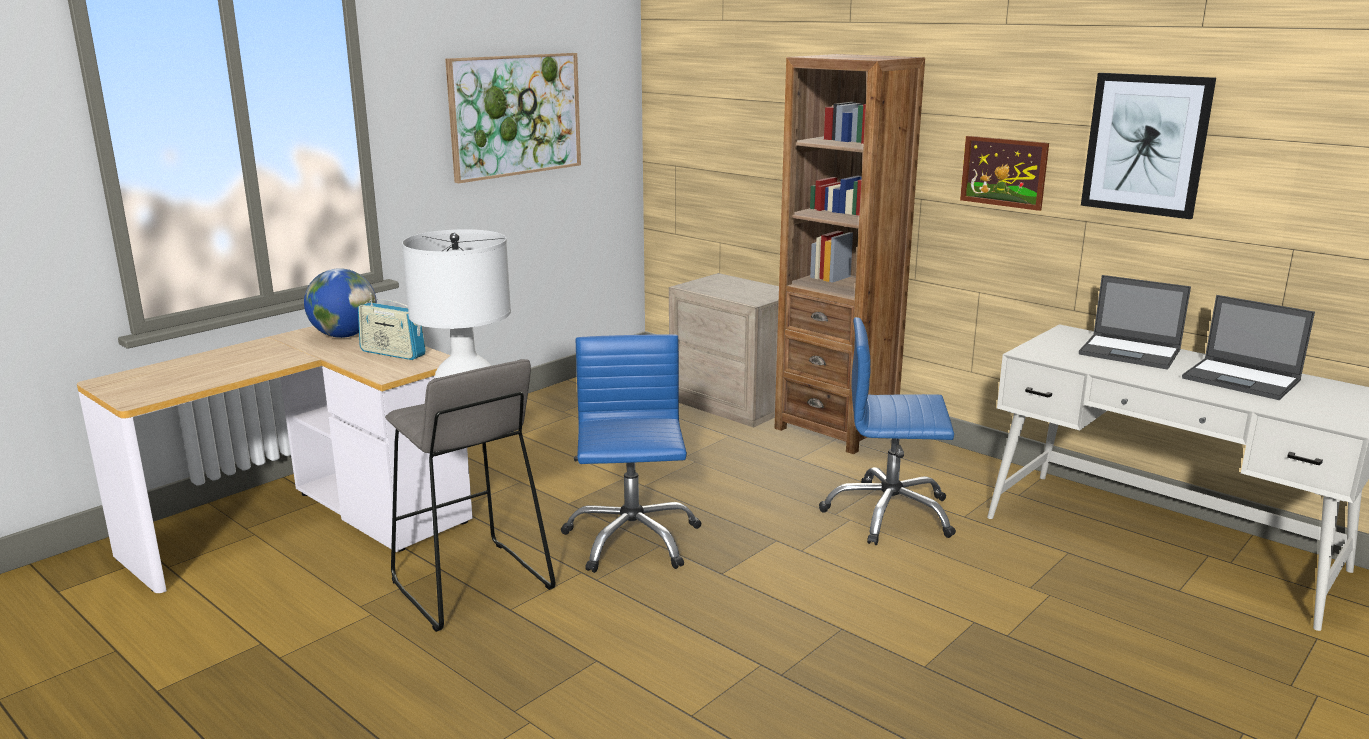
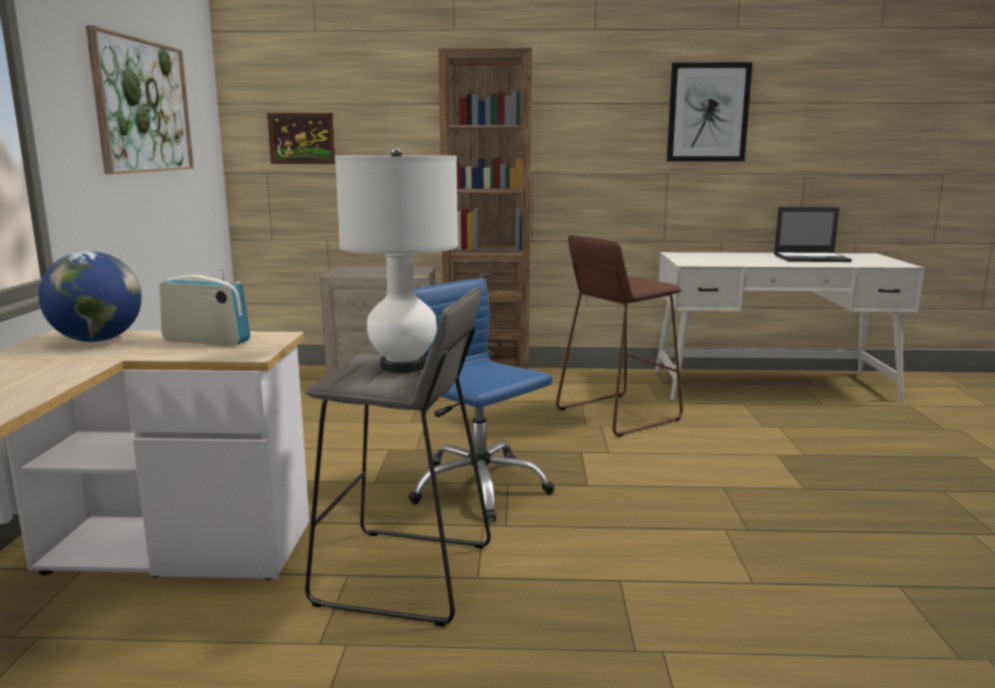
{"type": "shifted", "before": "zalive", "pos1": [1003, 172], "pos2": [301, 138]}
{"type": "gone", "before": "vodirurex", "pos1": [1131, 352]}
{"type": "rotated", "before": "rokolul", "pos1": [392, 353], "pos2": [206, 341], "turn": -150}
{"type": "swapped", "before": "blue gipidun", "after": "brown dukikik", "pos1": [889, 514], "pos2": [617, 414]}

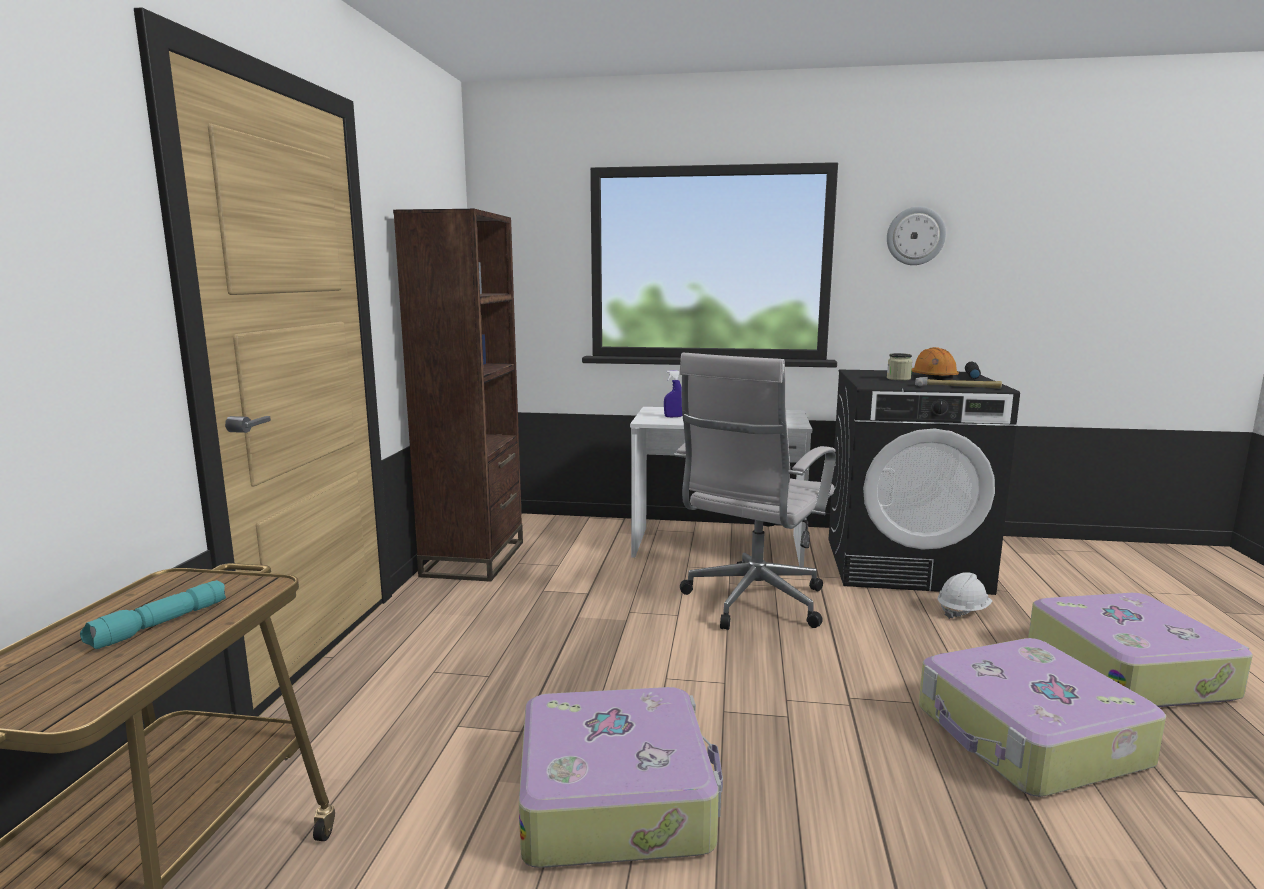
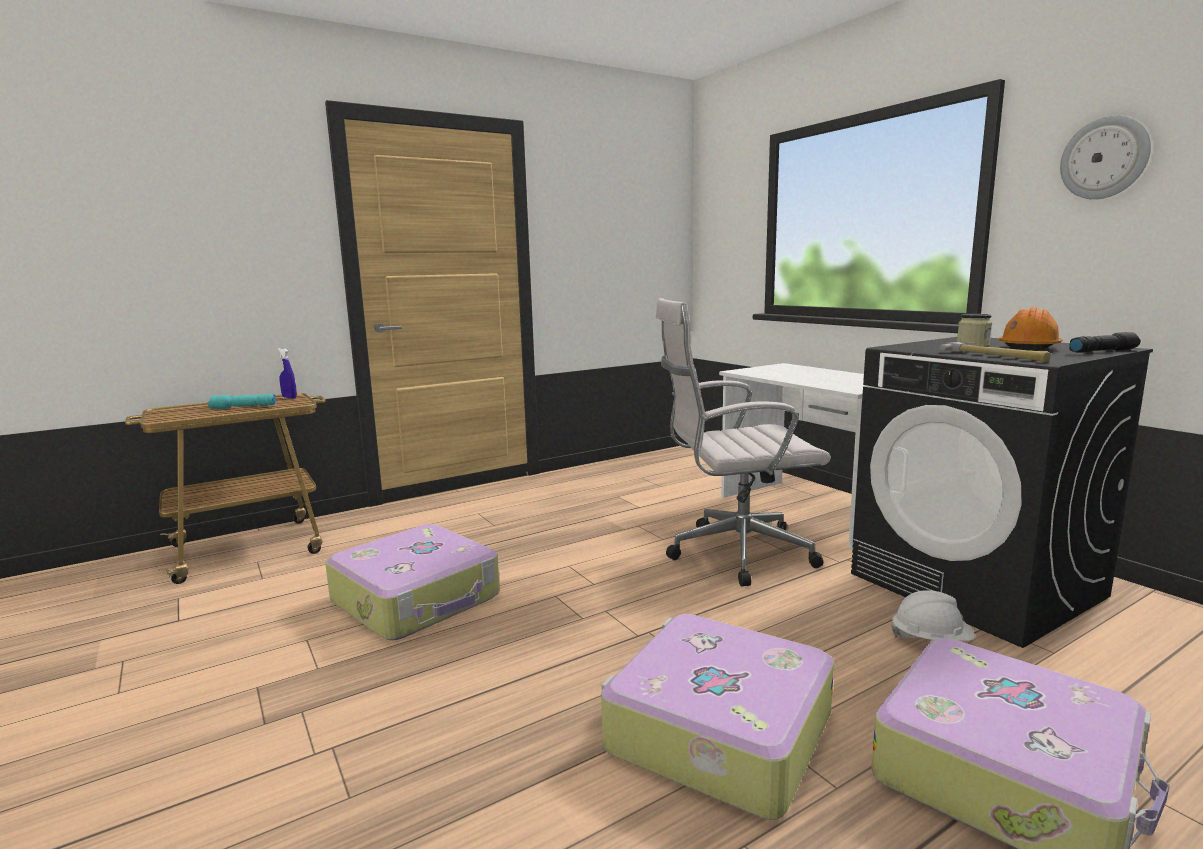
{"type": "gone", "before": "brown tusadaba", "pos1": [474, 559]}
{"type": "shifted", "before": "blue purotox", "pos1": [673, 417], "pos2": [289, 397]}

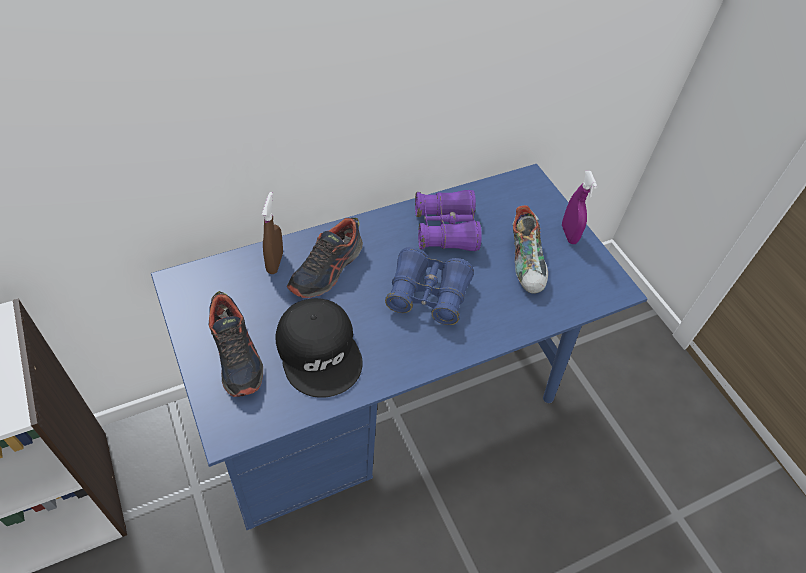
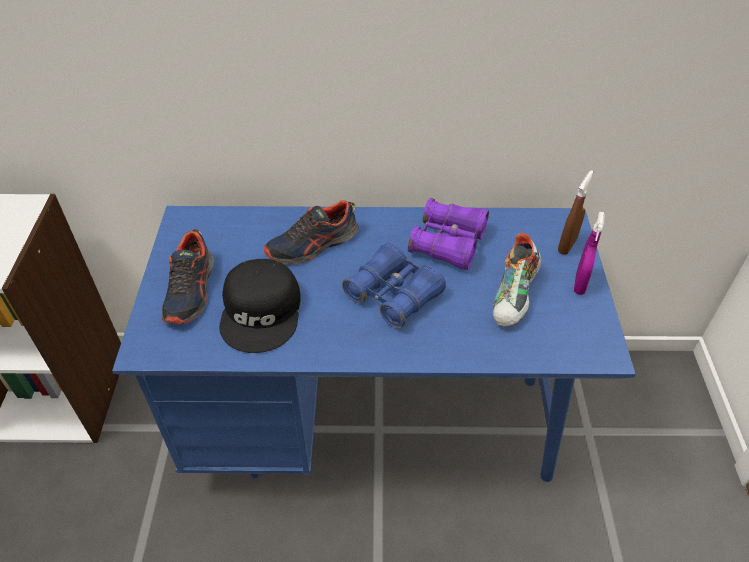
{"type": "shifted", "before": "brown purotox", "pos1": [275, 263], "pos2": [567, 245]}

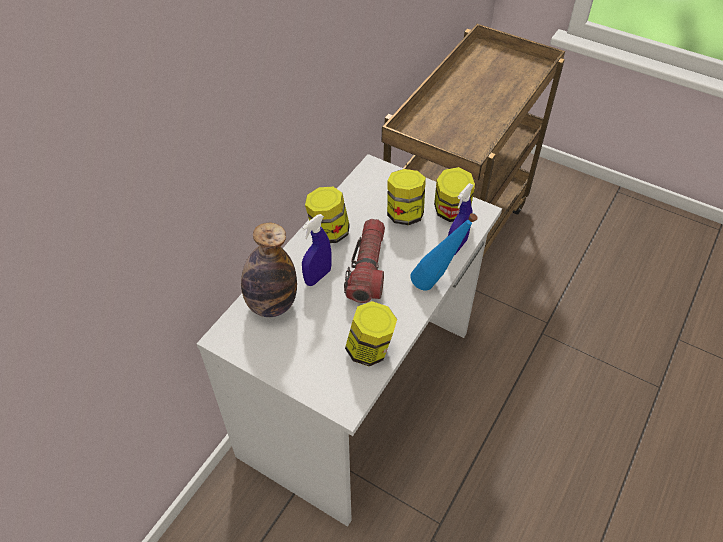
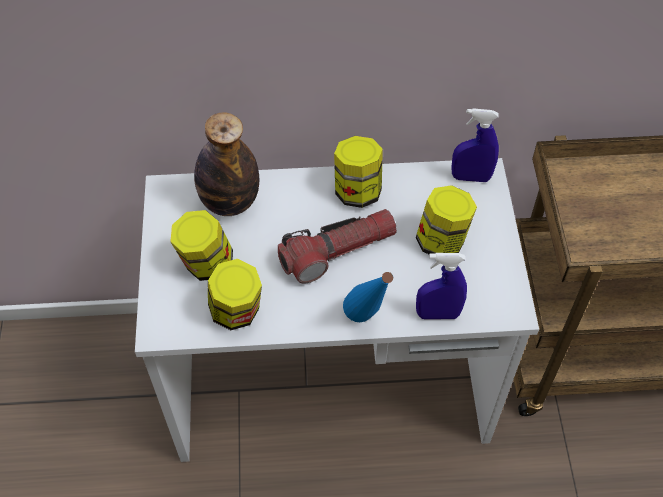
{"type": "shifted", "before": "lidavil", "pos1": [451, 212], "pos2": [206, 264]}
{"type": "shifted", "before": "blue purotox", "pos1": [318, 277], "pos2": [471, 177]}

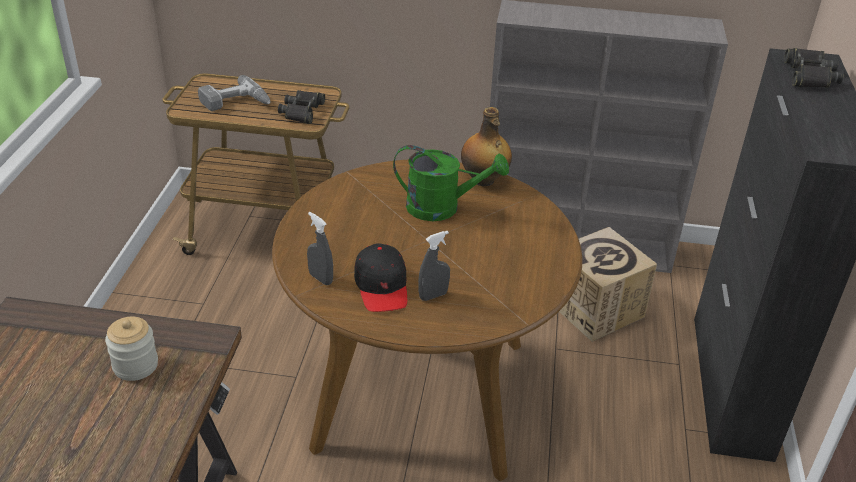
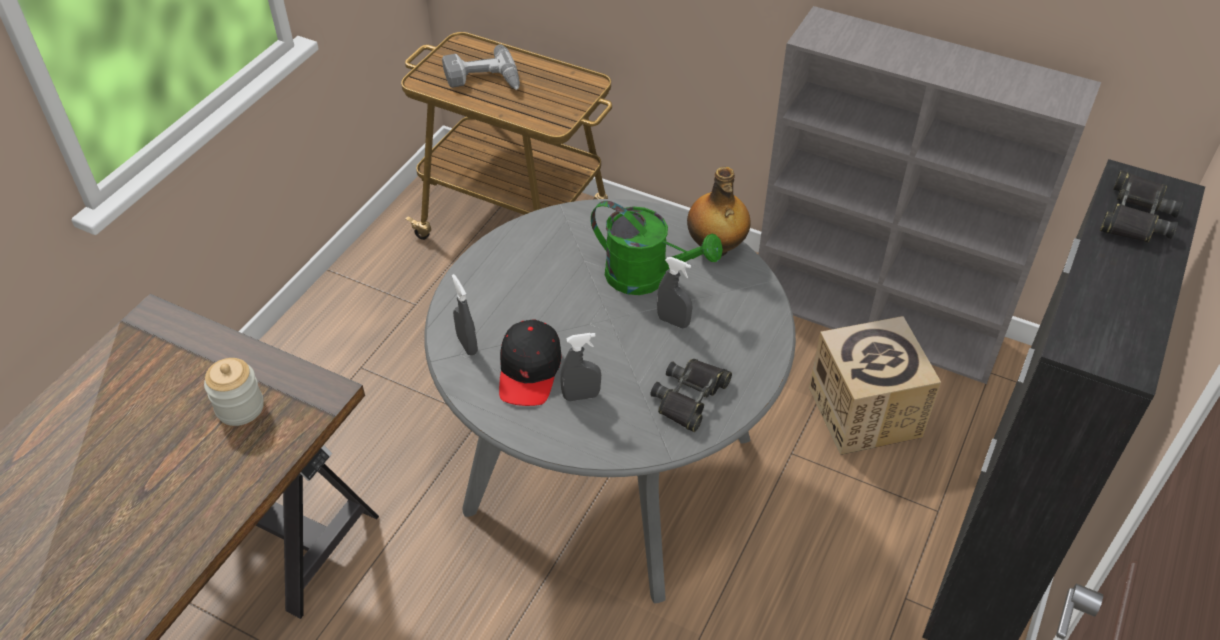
{"type": "shifted", "before": "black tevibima", "pos1": [302, 111], "pos2": [690, 397]}
{"type": "repainted", "before": "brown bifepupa", "after": "grey bifepupa", "pos1": [421, 394], "pos2": [609, 473]}
{"type": "new", "after": "grey purotox", "pos2": [673, 321]}

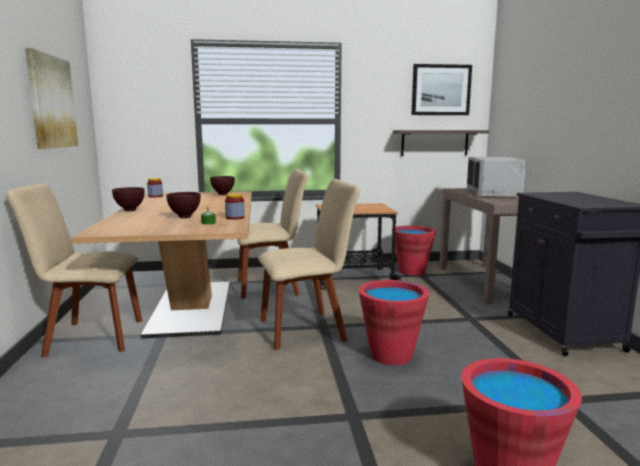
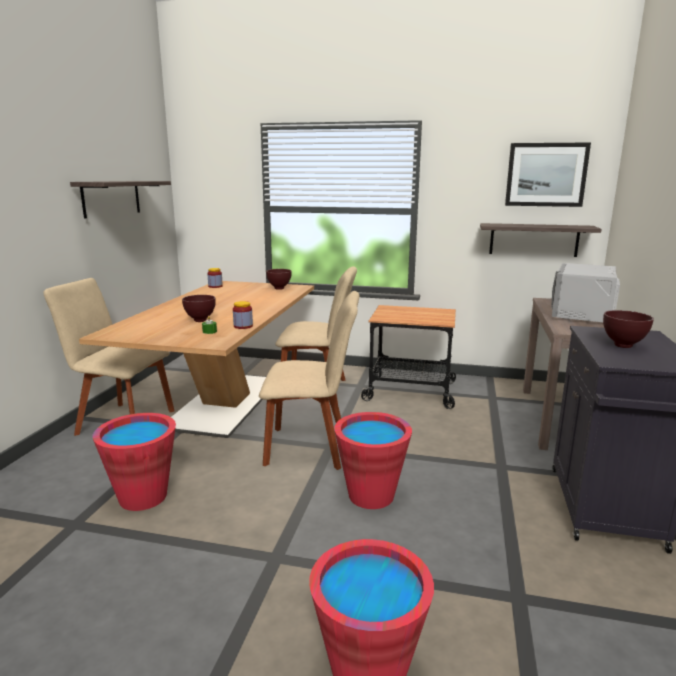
{"type": "swapped", "before": "zalive", "after": "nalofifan", "pos1": [51, 102], "pos2": [111, 198]}
{"type": "shifted", "before": "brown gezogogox", "pos1": [130, 210], "pos2": [622, 345]}
{"type": "shifted", "before": "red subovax", "pos1": [412, 271], "pos2": [143, 497]}

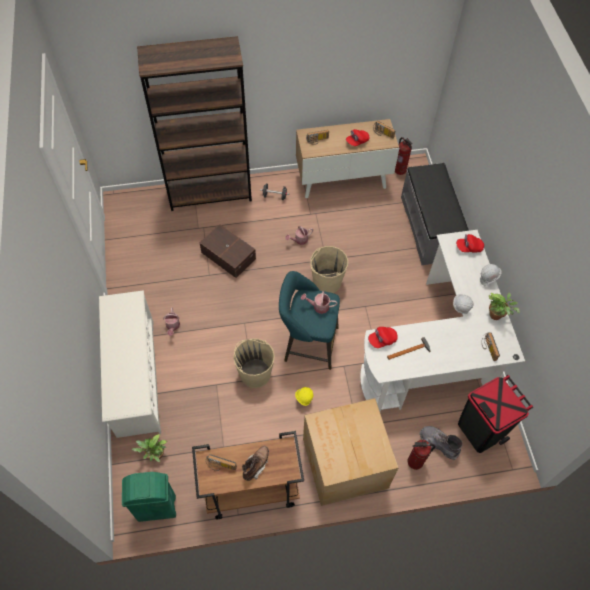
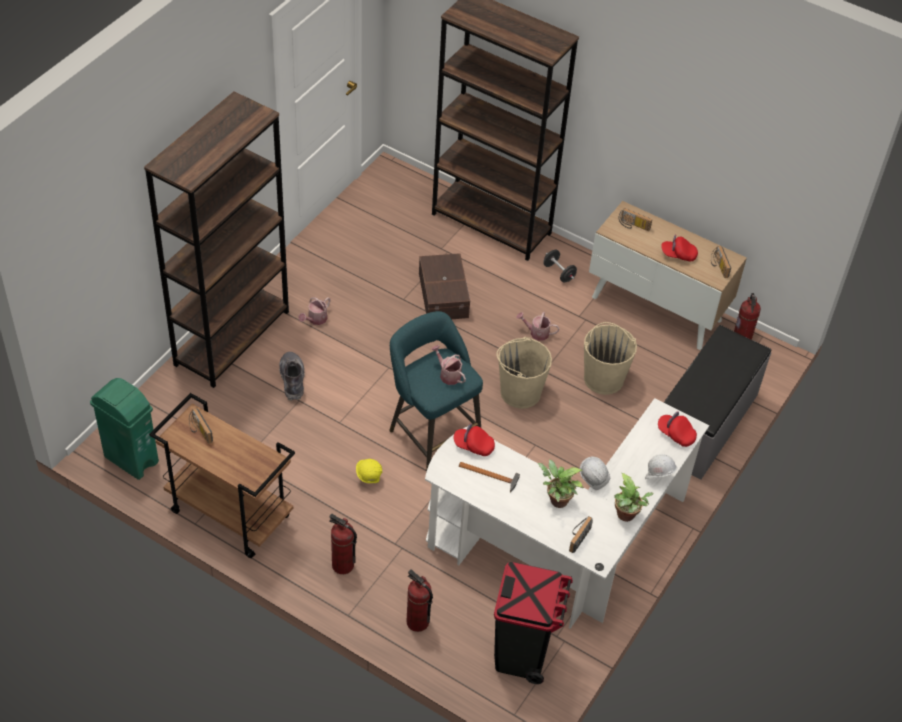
{"type": "swapped", "before": "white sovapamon", "after": "brown tusadaba", "pos1": [135, 377], "pos2": [232, 338]}
{"type": "shifted", "before": "beige subovax", "pos1": [255, 373], "pos2": [603, 378]}
{"type": "swapped", "before": "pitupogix", "after": "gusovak", "pos1": [344, 464], "pos2": [342, 565]}
{"type": "shifted", "before": "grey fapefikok", "pos1": [438, 443], "pos2": [292, 380]}
{"type": "shifted", "before": "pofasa", "pos1": [155, 455], "pos2": [556, 500]}
{"type": "gone", "before": "brown fapefikok", "pos1": [256, 465]}

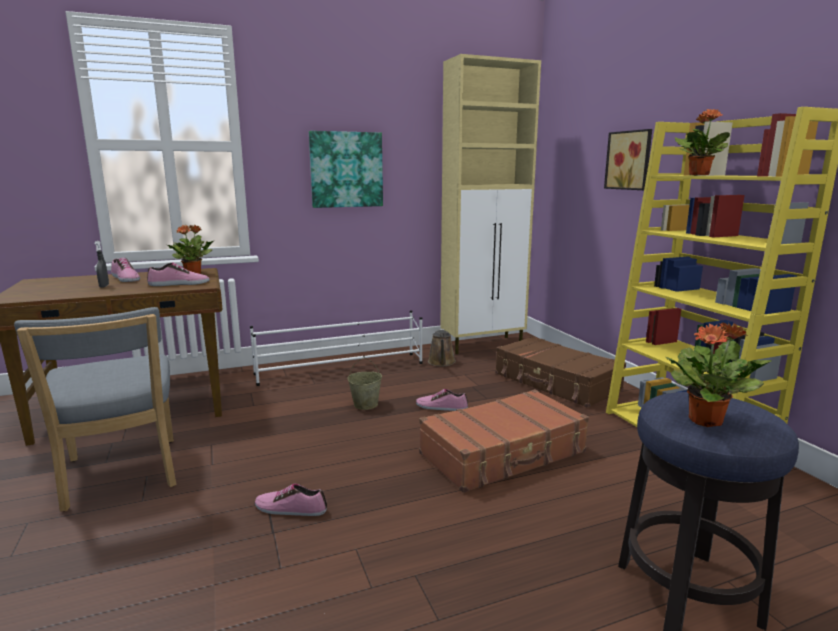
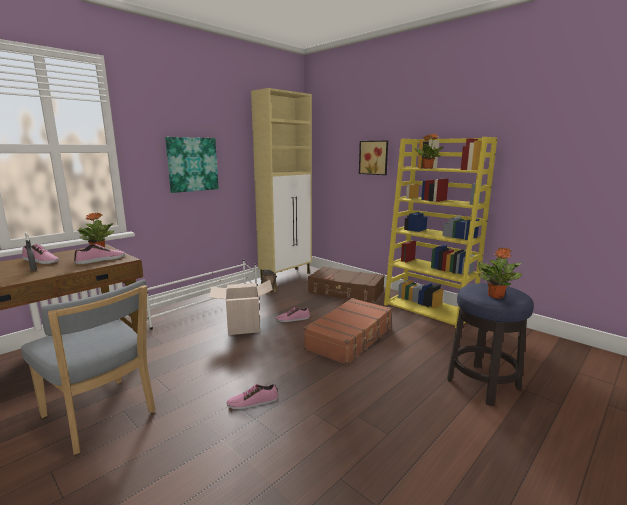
{"type": "swapped", "before": "beige subovax", "after": "pitupogix", "pos1": [366, 404], "pos2": [243, 327]}

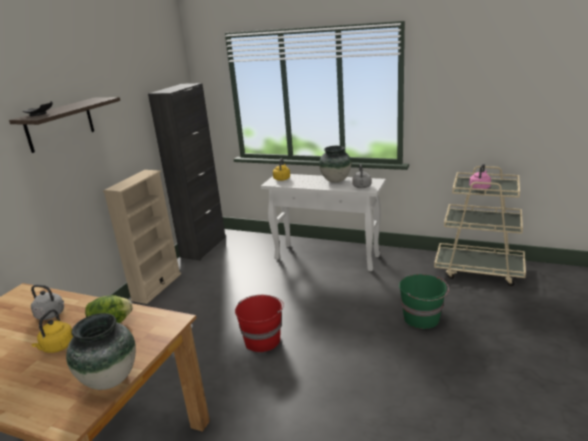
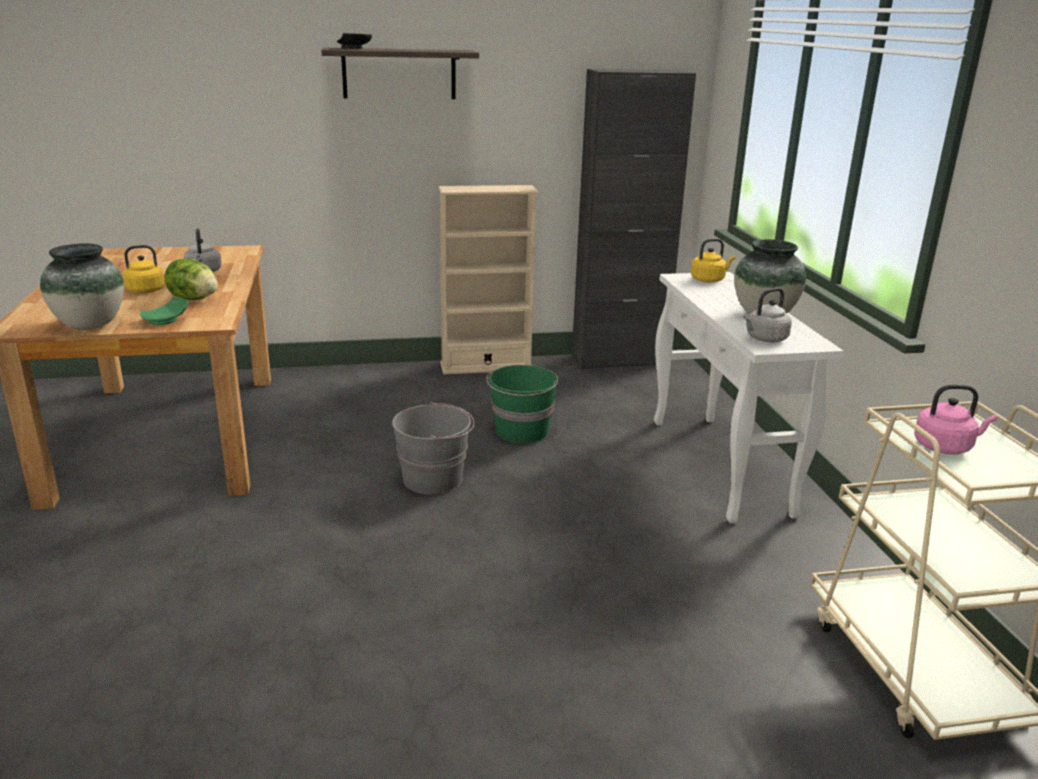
{"type": "shifted", "before": "green subovax", "pos1": [422, 318], "pos2": [521, 432]}
{"type": "repainted", "before": "red subovax", "after": "grey subovax", "pos1": [262, 340], "pos2": [434, 479]}
{"type": "new", "after": "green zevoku", "pos2": [167, 320]}

